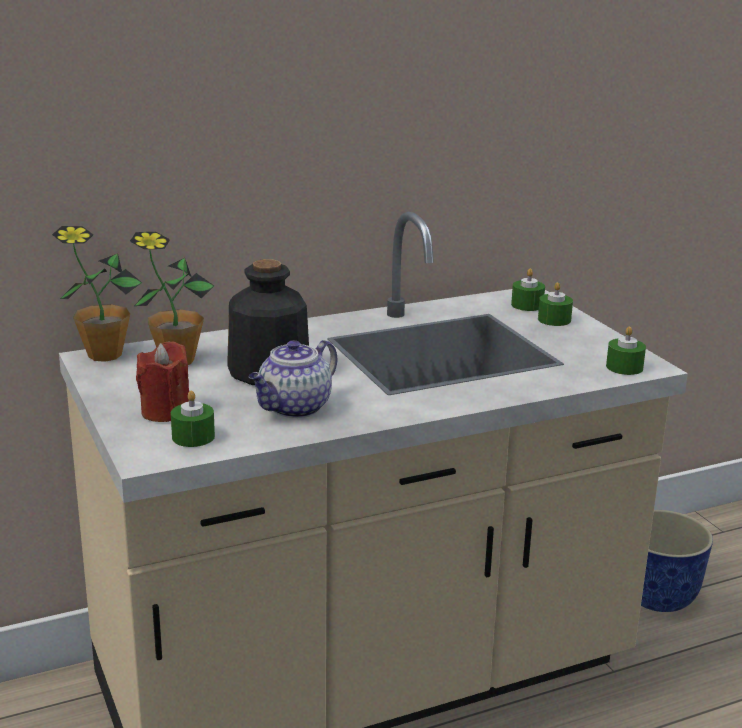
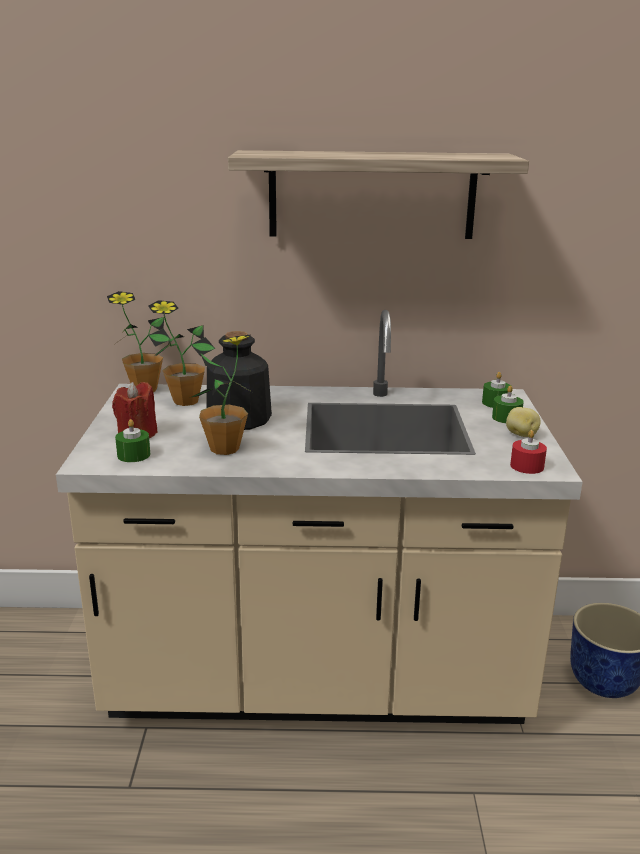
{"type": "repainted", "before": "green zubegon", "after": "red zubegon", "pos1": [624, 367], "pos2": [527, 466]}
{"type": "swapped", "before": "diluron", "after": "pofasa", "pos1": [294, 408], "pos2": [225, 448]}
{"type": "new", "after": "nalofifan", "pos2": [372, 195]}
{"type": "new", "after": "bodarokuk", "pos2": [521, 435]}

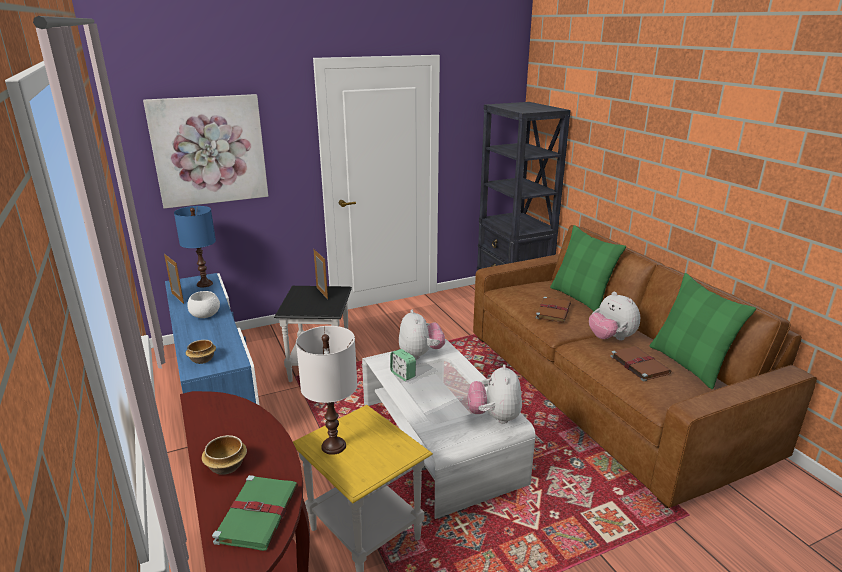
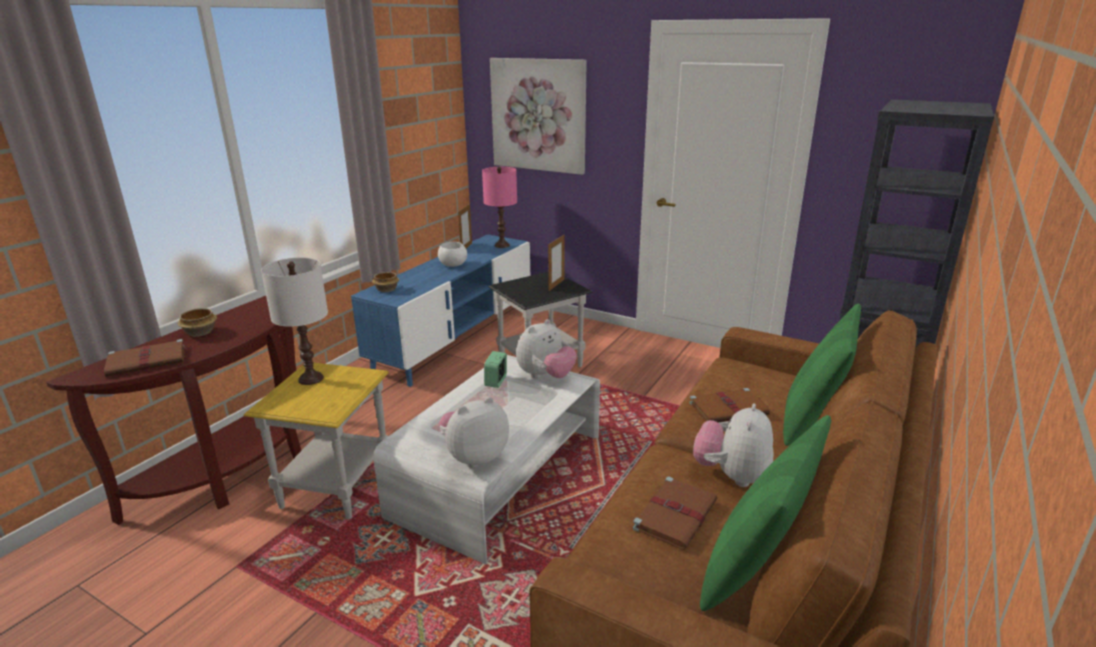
{"type": "repainted", "before": "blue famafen", "after": "pink famafen", "pos1": [204, 284], "pos2": [502, 245]}
{"type": "repainted", "before": "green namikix", "after": "brown namikix", "pos1": [258, 513], "pos2": [148, 361]}

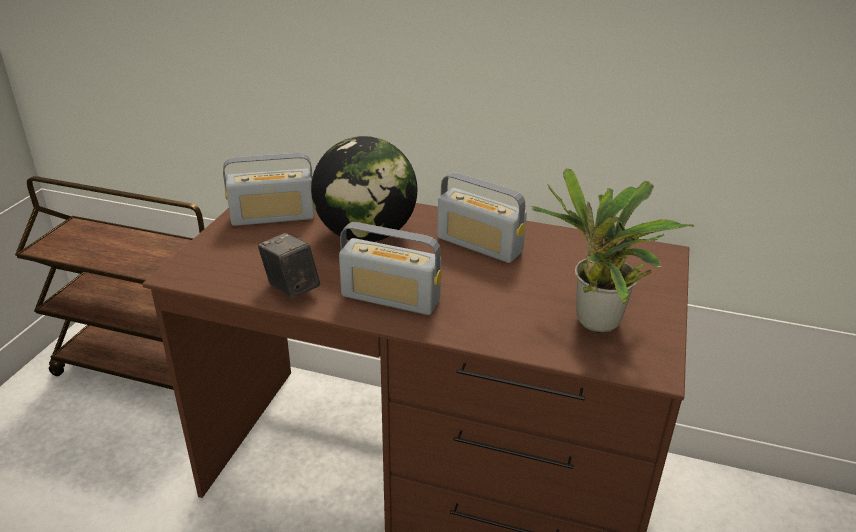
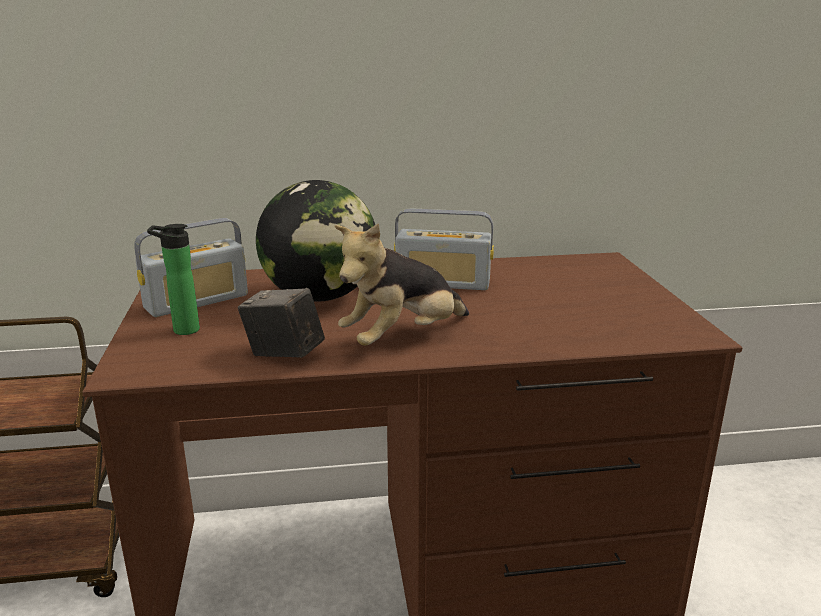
{"type": "gone", "before": "pofasa", "pos1": [595, 326]}
{"type": "swapped", "before": "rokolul", "after": "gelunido", "pos1": [390, 298], "pos2": [403, 338]}
{"type": "new", "after": "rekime", "pos2": [182, 330]}

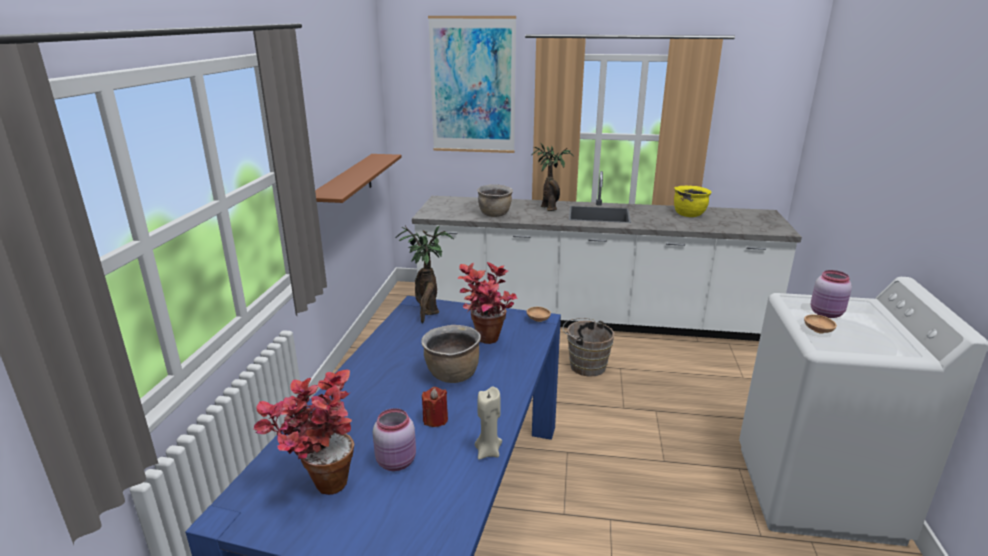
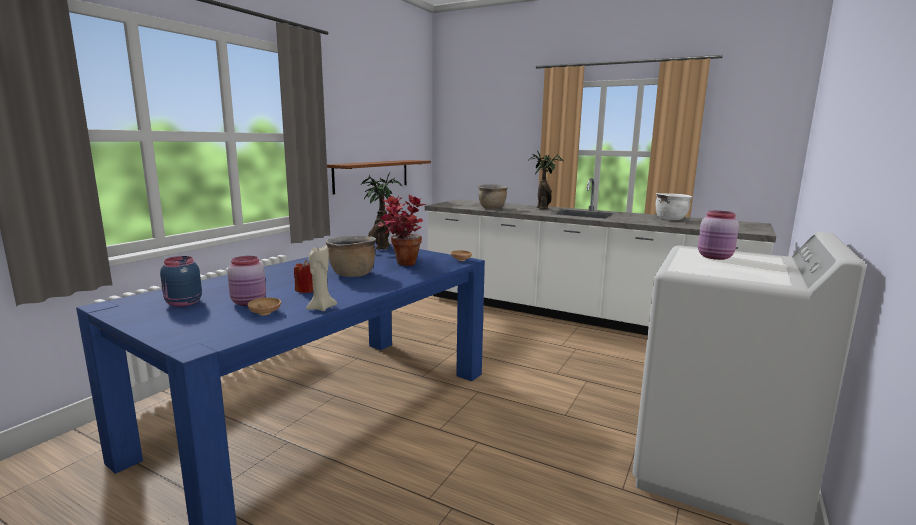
{"type": "gone", "before": "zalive", "pos1": [473, 86]}
{"type": "repainted", "before": "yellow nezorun", "after": "white nezorun", "pos1": [689, 214], "pos2": [670, 219]}
{"type": "shifted", "before": "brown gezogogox", "pos1": [818, 330], "pos2": [265, 313]}
{"type": "gone", "before": "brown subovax", "pos1": [585, 365]}
{"type": "swapped", "before": "pofasa", "after": "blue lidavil", "pos1": [319, 485], "pos2": [183, 303]}

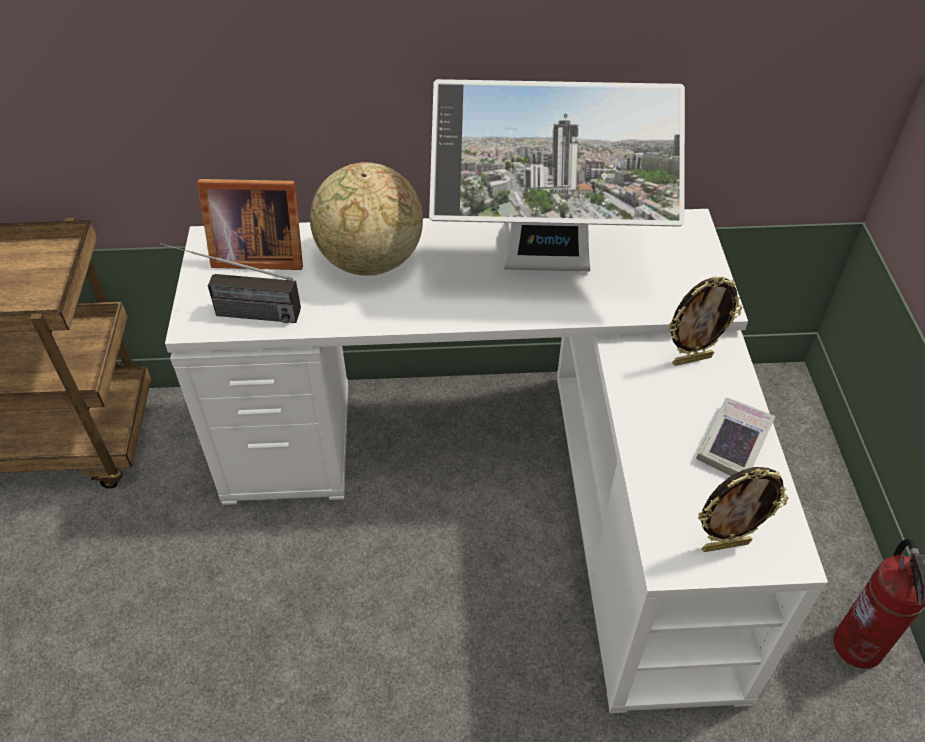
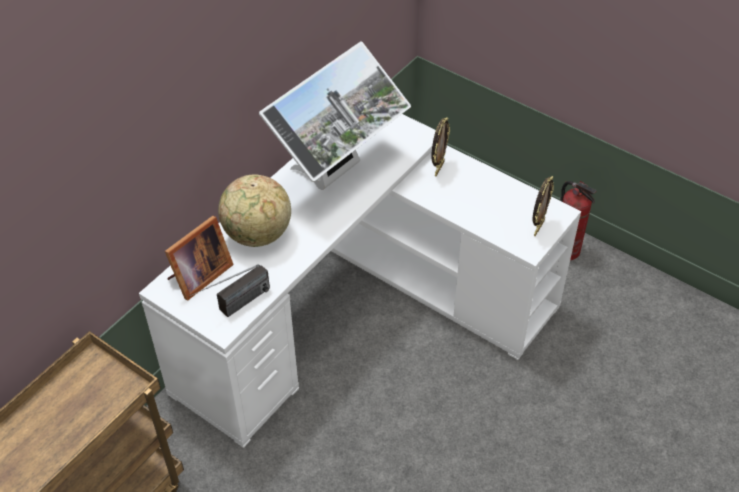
{"type": "gone", "before": "namikix", "pos1": [733, 443]}

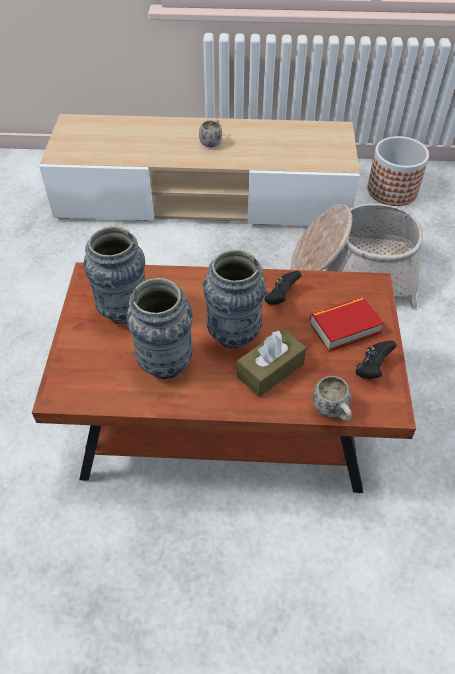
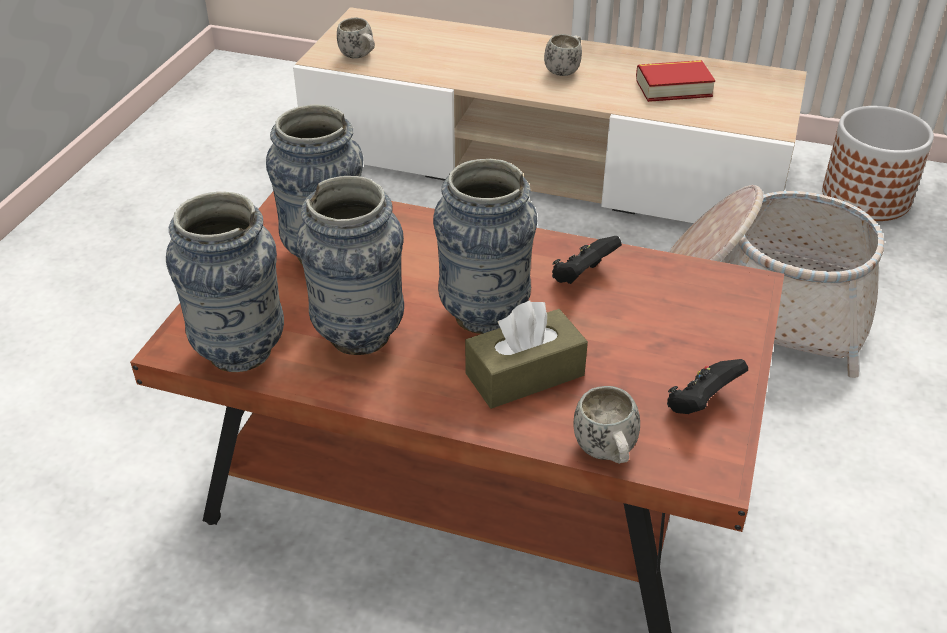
{"type": "shifted", "before": "namikix", "pos1": [344, 328], "pos2": [673, 88]}
{"type": "new", "after": "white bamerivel", "pos2": [360, 57]}
{"type": "new", "after": "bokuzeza", "pos2": [241, 352]}

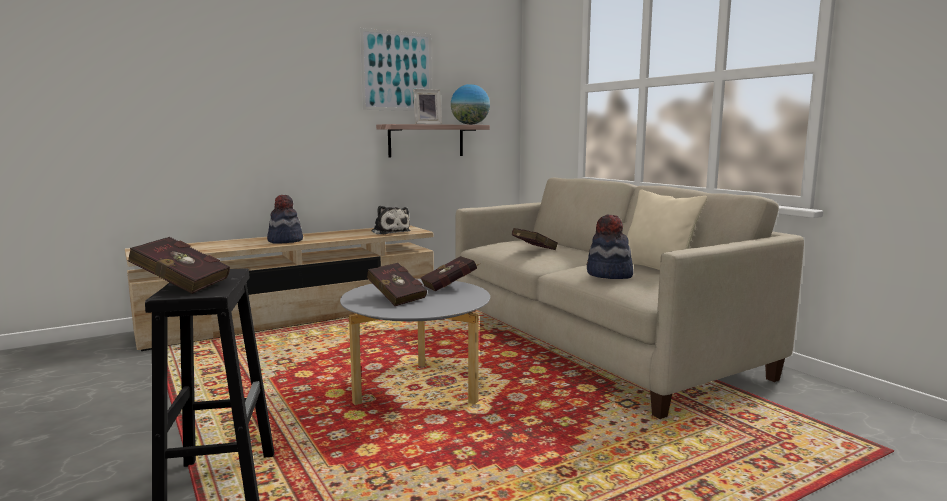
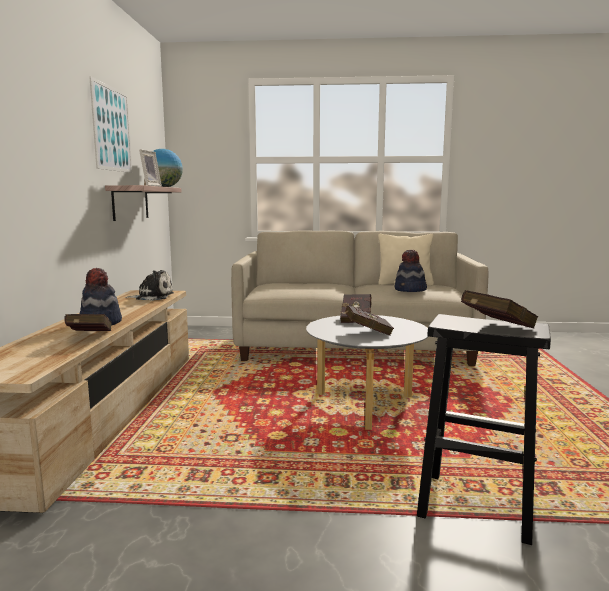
{"type": "shifted", "before": "red namikix", "pos1": [532, 251], "pos2": [89, 337]}

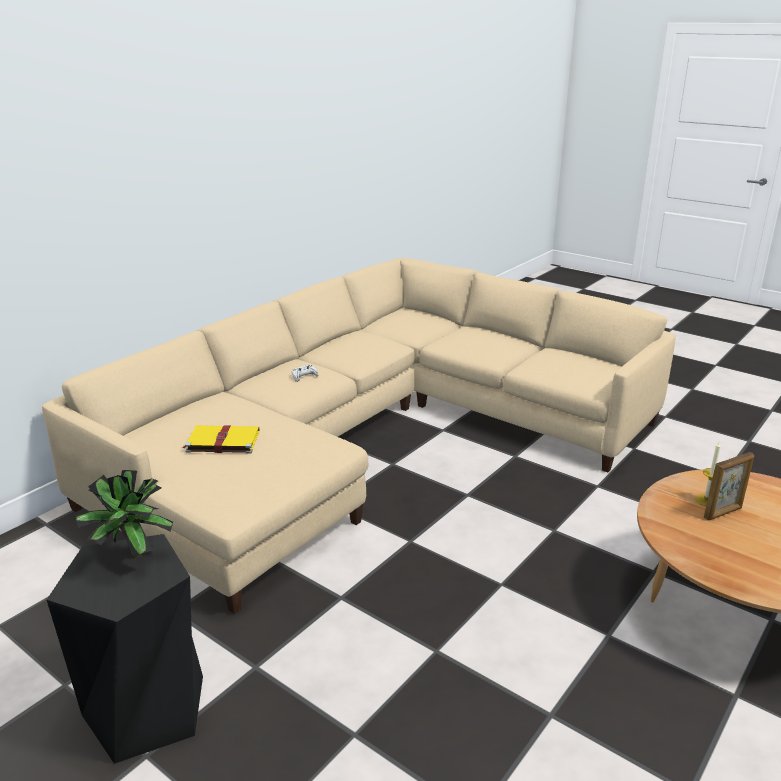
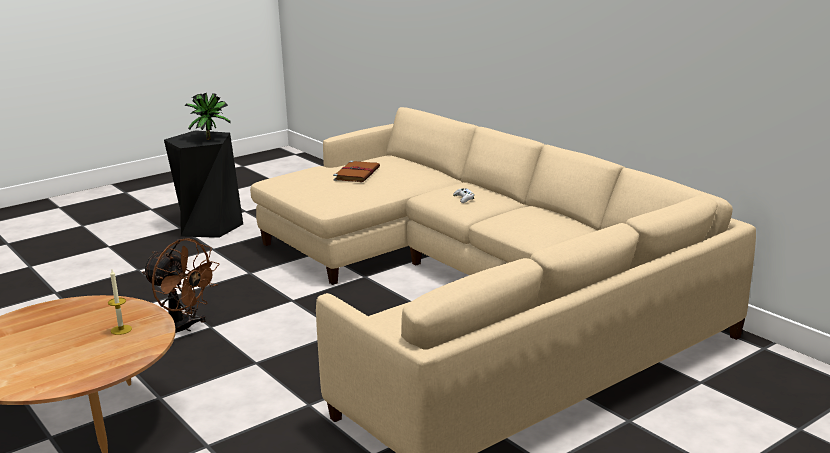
{"type": "repainted", "before": "yellow namikix", "after": "brown namikix", "pos1": [222, 441], "pos2": [357, 173]}
{"type": "gone", "before": "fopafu", "pos1": [723, 513]}
{"type": "new", "after": "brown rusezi", "pos2": [183, 329]}

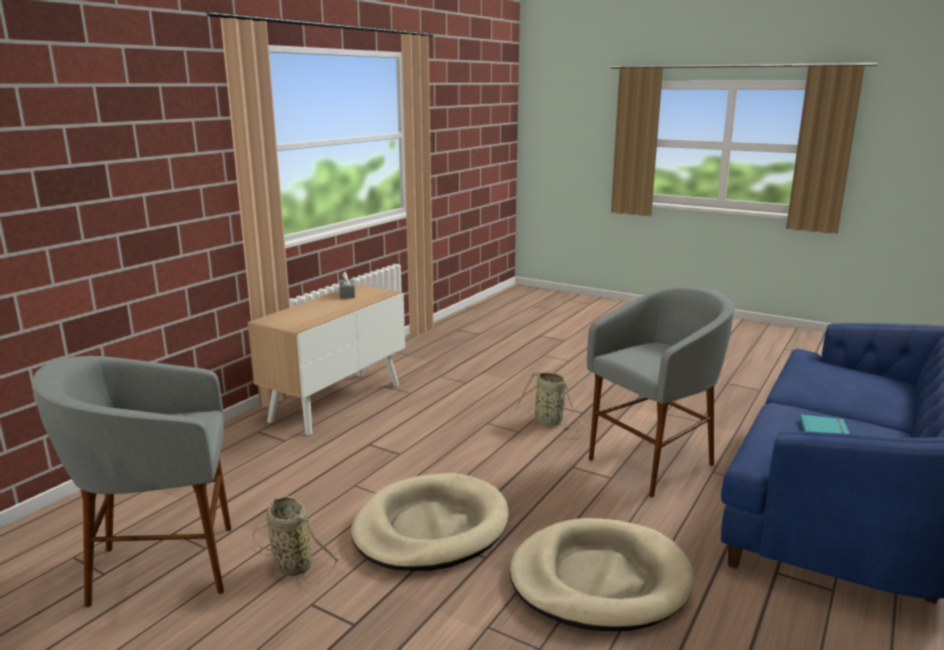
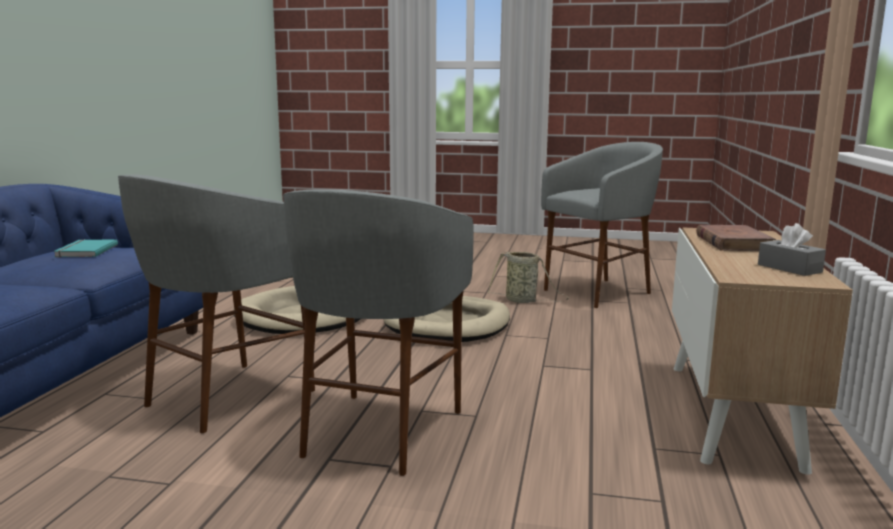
{"type": "swapped", "before": "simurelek", "after": "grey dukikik", "pos1": [550, 422], "pos2": [380, 432]}
{"type": "new", "after": "brown namikix", "pos2": [733, 243]}

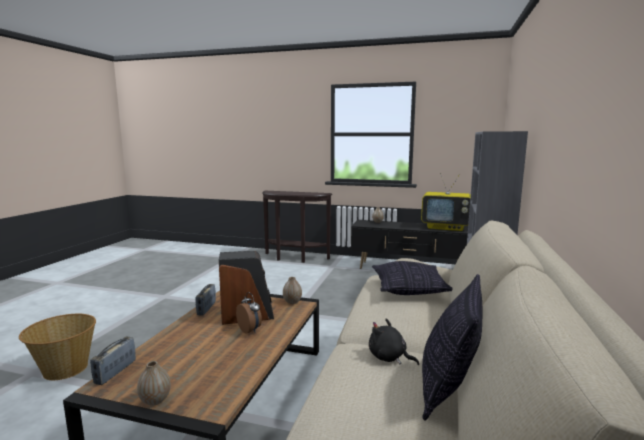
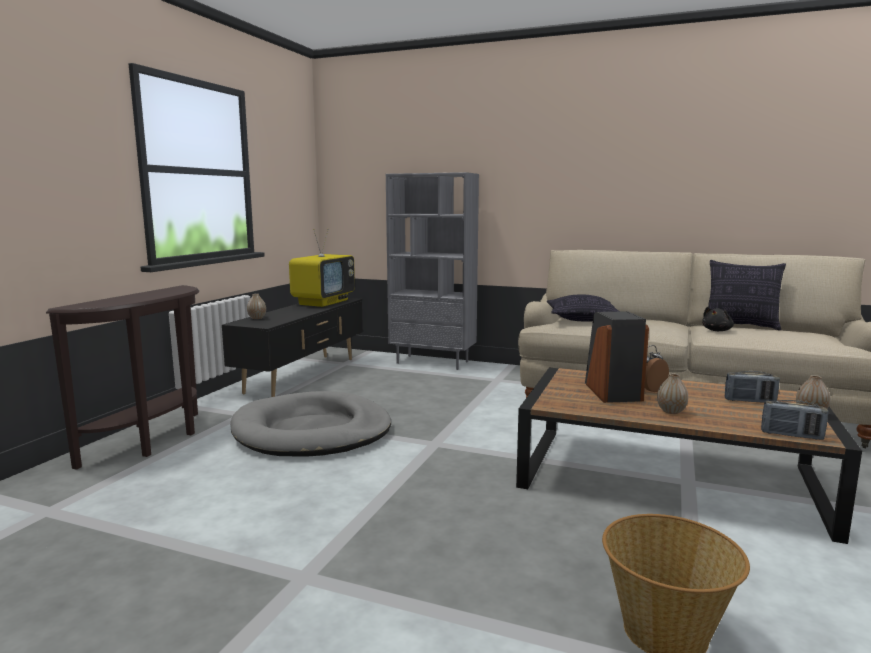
{"type": "shifted", "before": "bokuzeza", "pos1": [292, 302], "pos2": [671, 411]}
{"type": "shifted", "before": "rokolul", "pos1": [206, 308], "pos2": [750, 401]}
{"type": "new", "after": "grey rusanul", "pos2": [312, 431]}

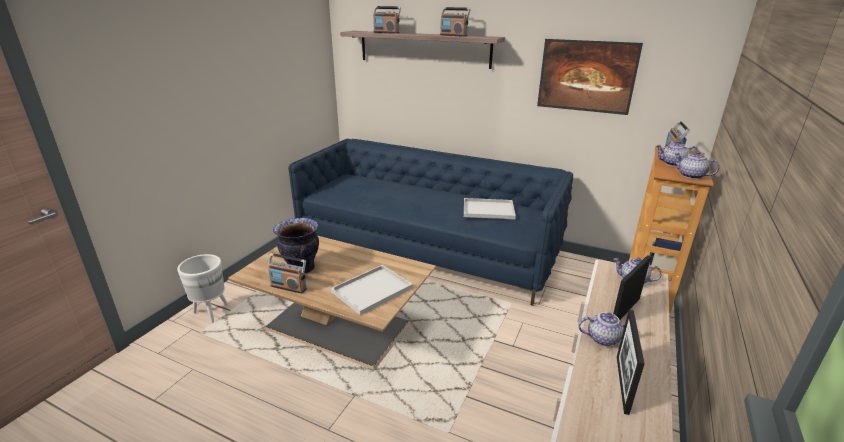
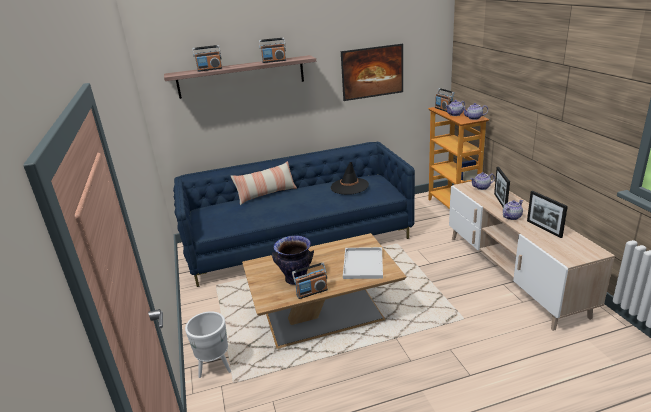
{"type": "swapped", "before": "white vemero", "after": "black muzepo", "pos1": [489, 209], "pos2": [349, 186]}
{"type": "new", "after": "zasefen", "pos2": [266, 194]}

